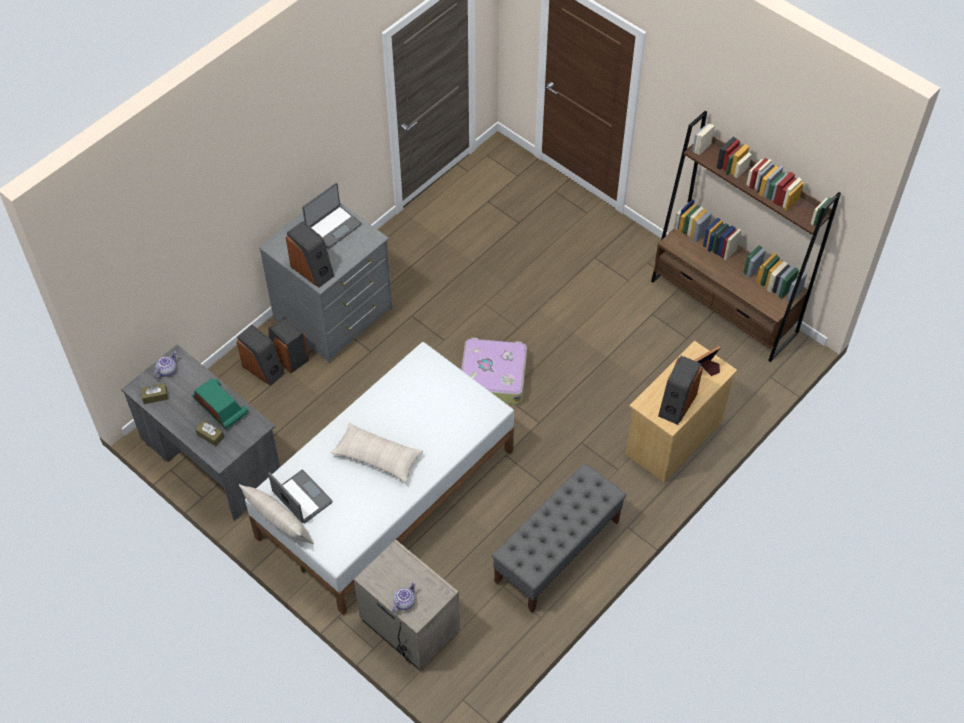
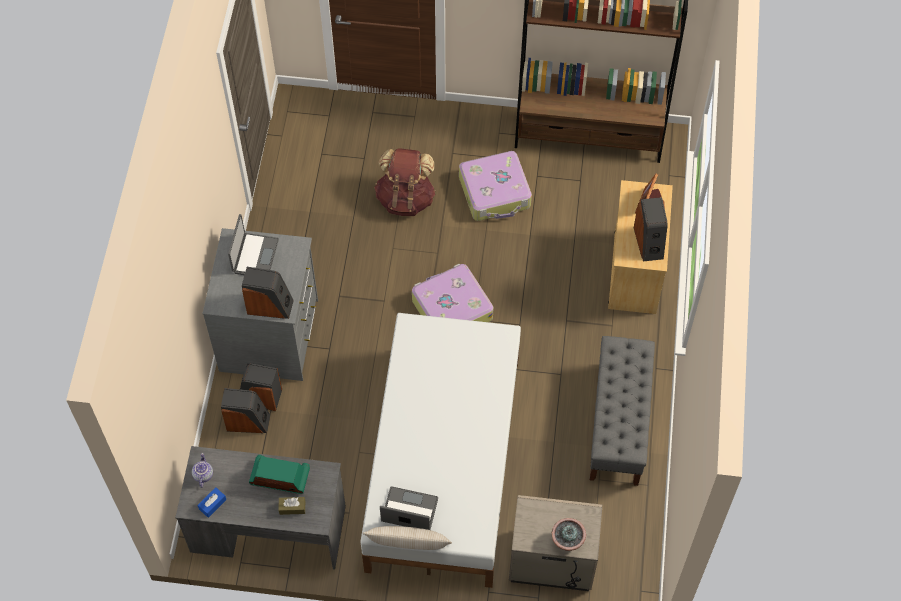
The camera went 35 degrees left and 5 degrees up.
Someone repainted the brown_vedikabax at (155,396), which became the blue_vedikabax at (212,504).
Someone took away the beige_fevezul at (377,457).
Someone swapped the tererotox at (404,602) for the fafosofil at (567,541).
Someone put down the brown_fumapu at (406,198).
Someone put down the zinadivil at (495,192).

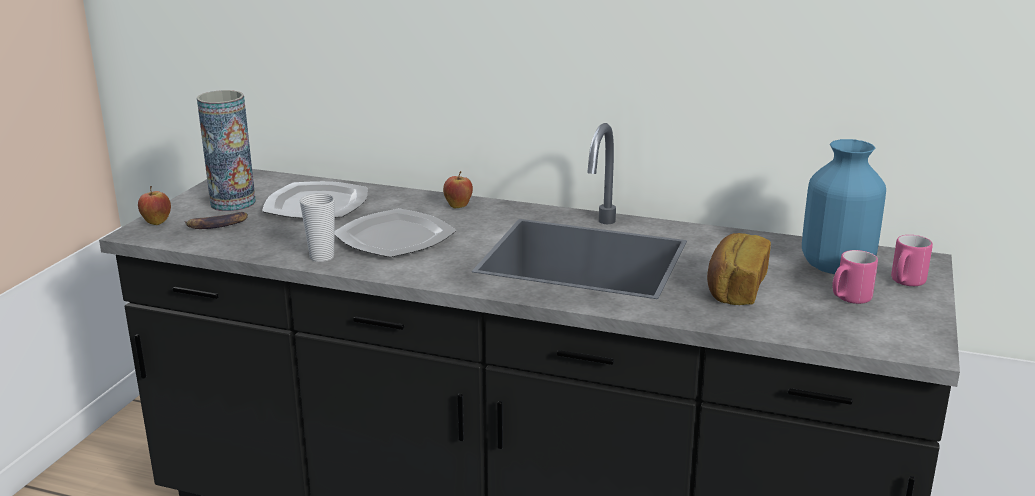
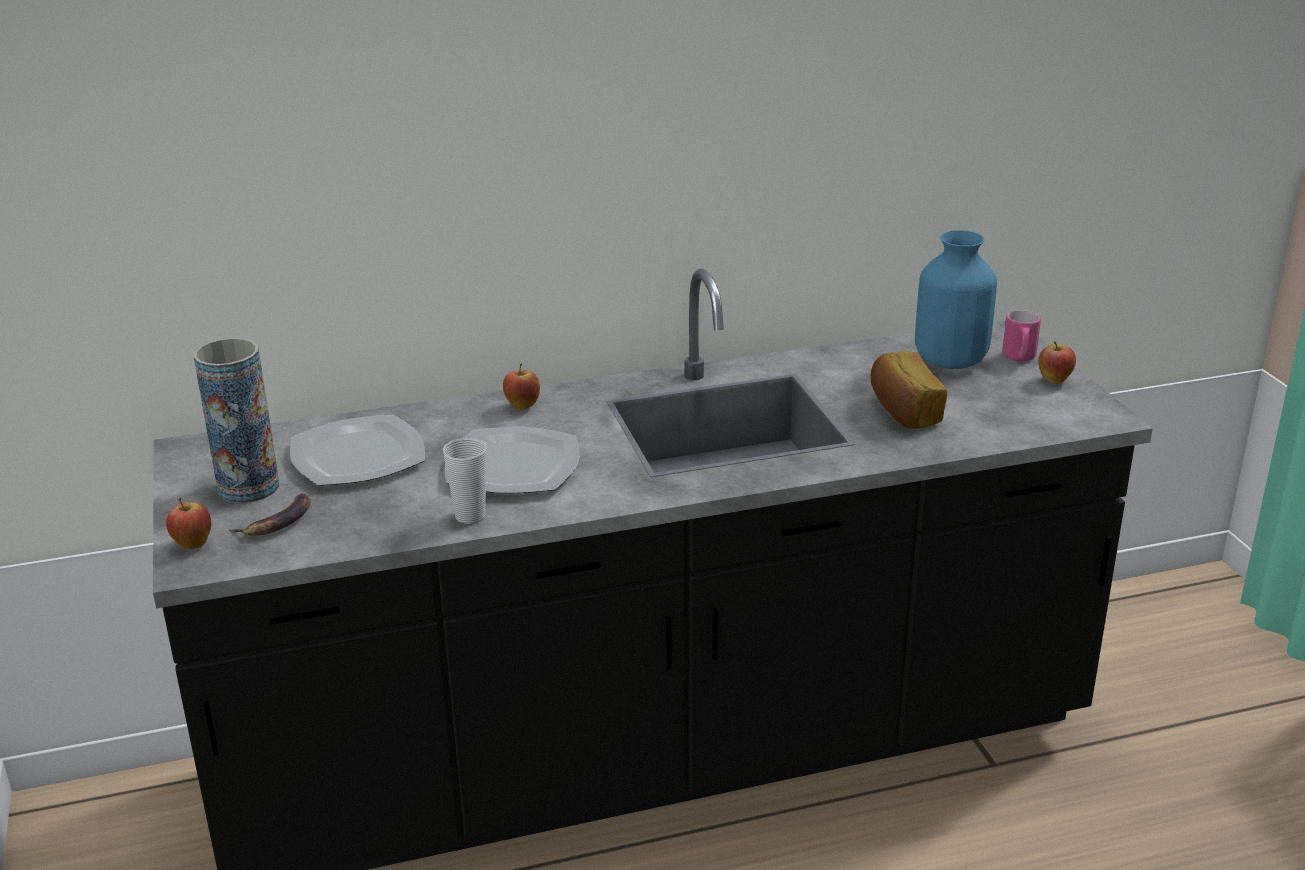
The camera went 35 degrees left and 5 degrees up.
Someone took away the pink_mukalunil at (849,299).
Someone put down the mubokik at (1054,381).

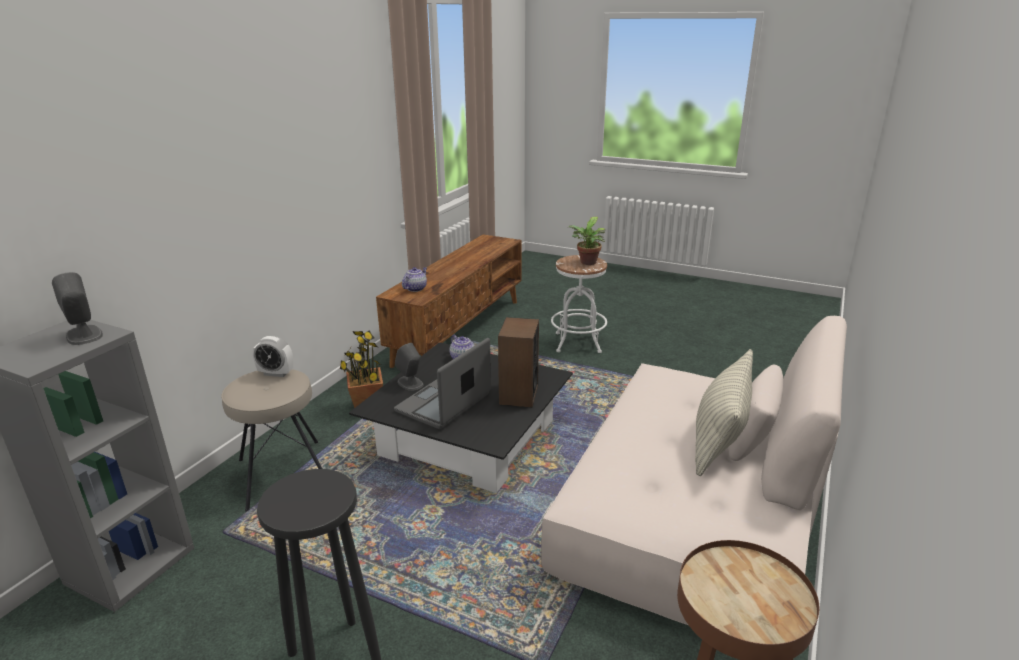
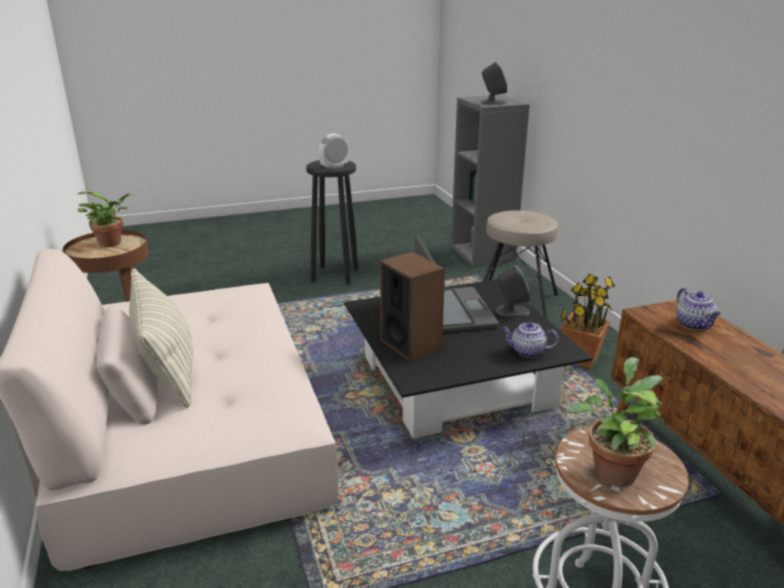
The camera went 135 degrees right and 0 degrees up.
Someone carried the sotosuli from (276,373) to (334,167).
Someone put down the fafosofil at (113,243).

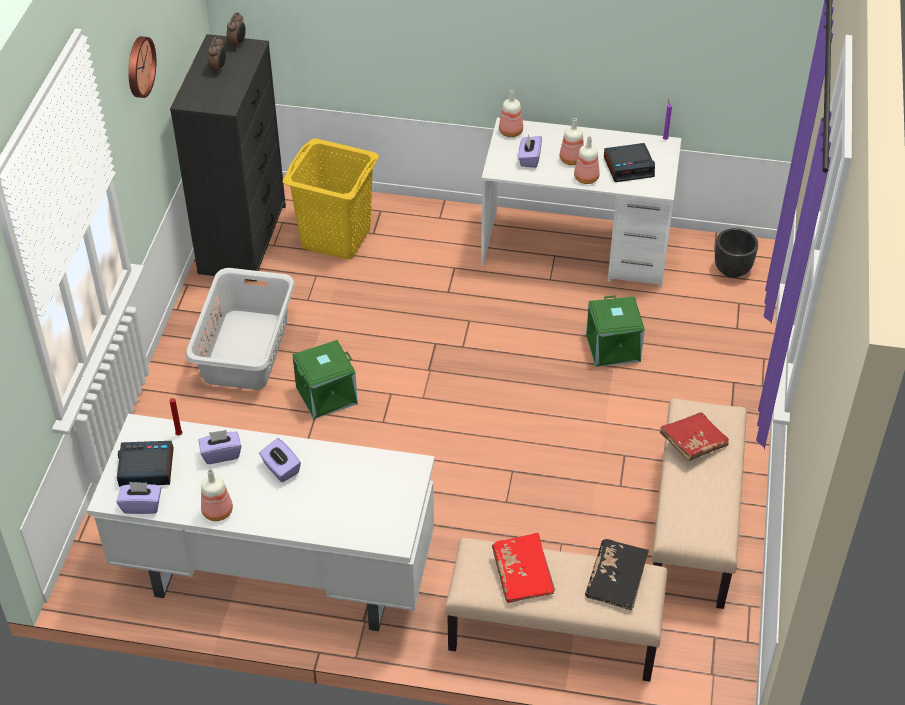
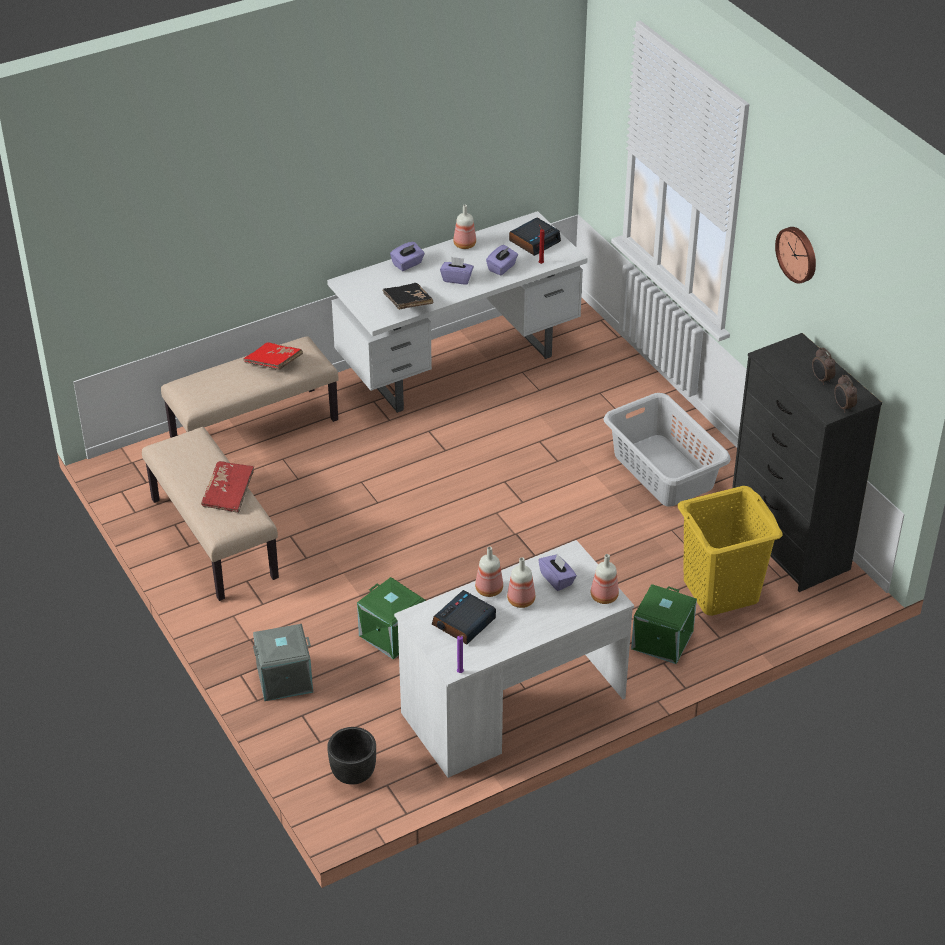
The camera went 140 degrees right and 5 degrees down.
Someone carried the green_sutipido from (326,394) to (663,641).
Someone carried the purple_vedikabax from (142,505) to (407,264).
Someone carried the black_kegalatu from (616,581) to (407,304).
Someone put down the grey_sutipido at (285,678).

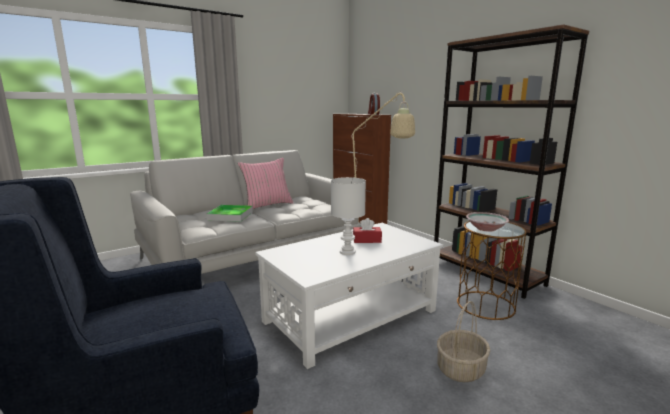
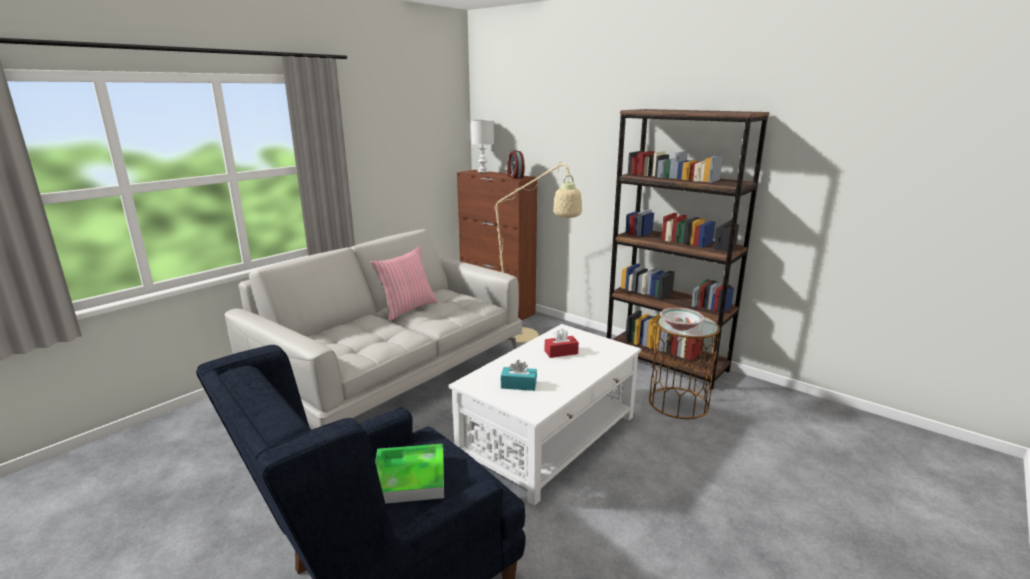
The camera went 15 degrees left and 5 degrees up.
Someone carried the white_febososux from (347,252) to (482,171).
Someone carried the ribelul from (230,216) to (409,477).
Someone took away the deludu at (461,369).
Someone put down the turquoise_vedikabax at (518,385).

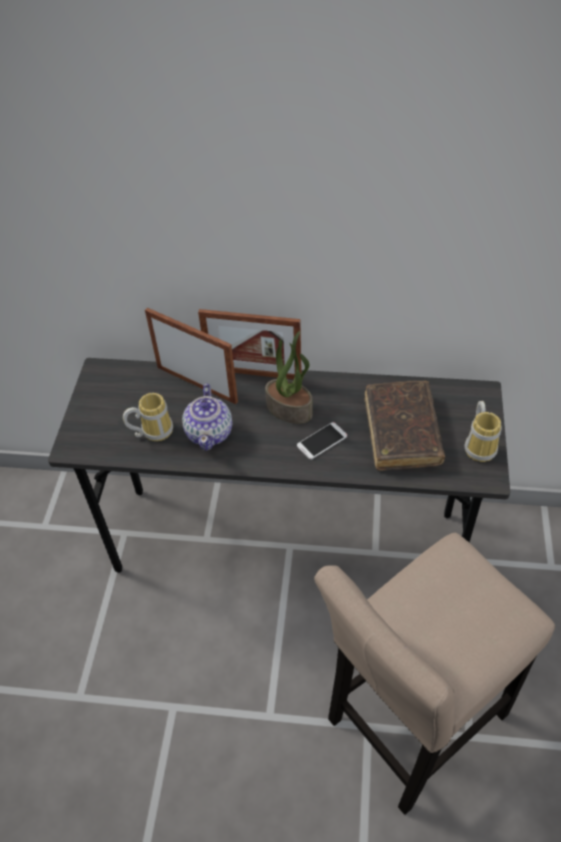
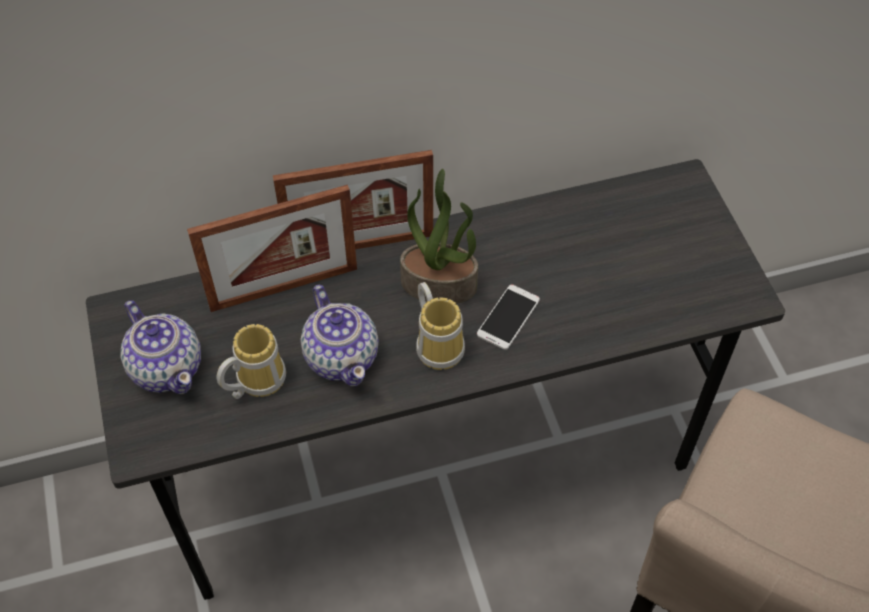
The camera went 25 degrees left and 5 degrees up.
Someone rotated the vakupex at (197,384) by 150 degrees clockwise.
Someone took away the brown_kegalatu at (402,432).
Someone carried the mukalunil from (480,446) to (439,344).
Someone put down the tererotox at (167,367).

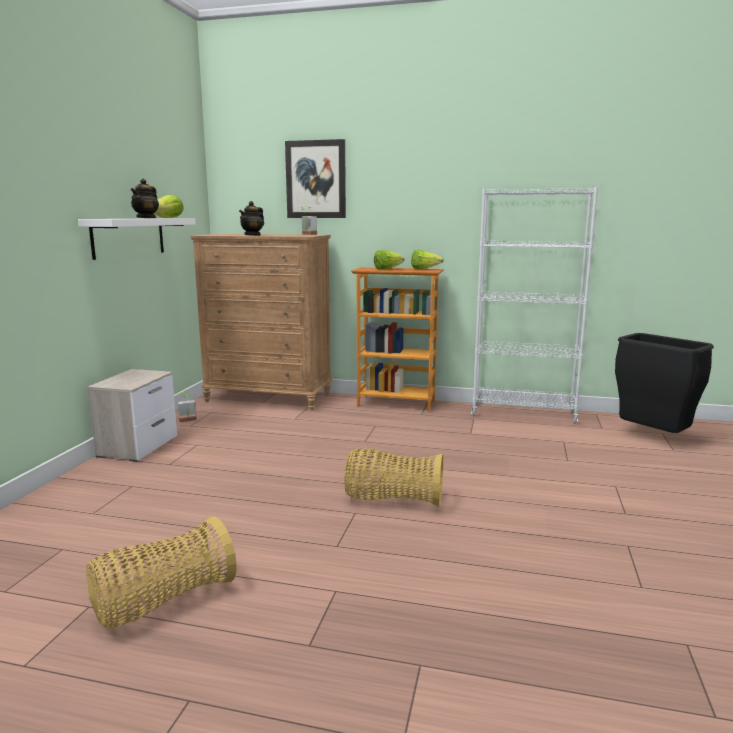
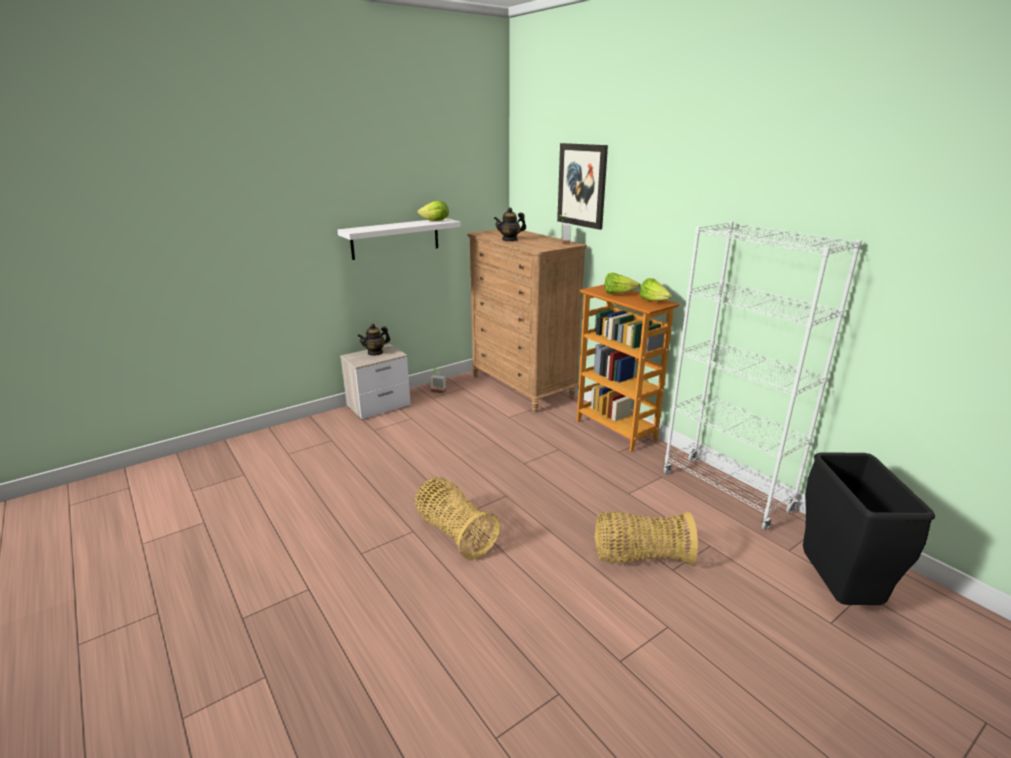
The camera went 40 degrees right and 10 degrees up.
Someone carried the tererotox from (146,218) to (375,352).
Someone carried the deludu from (163,602) to (640,557).

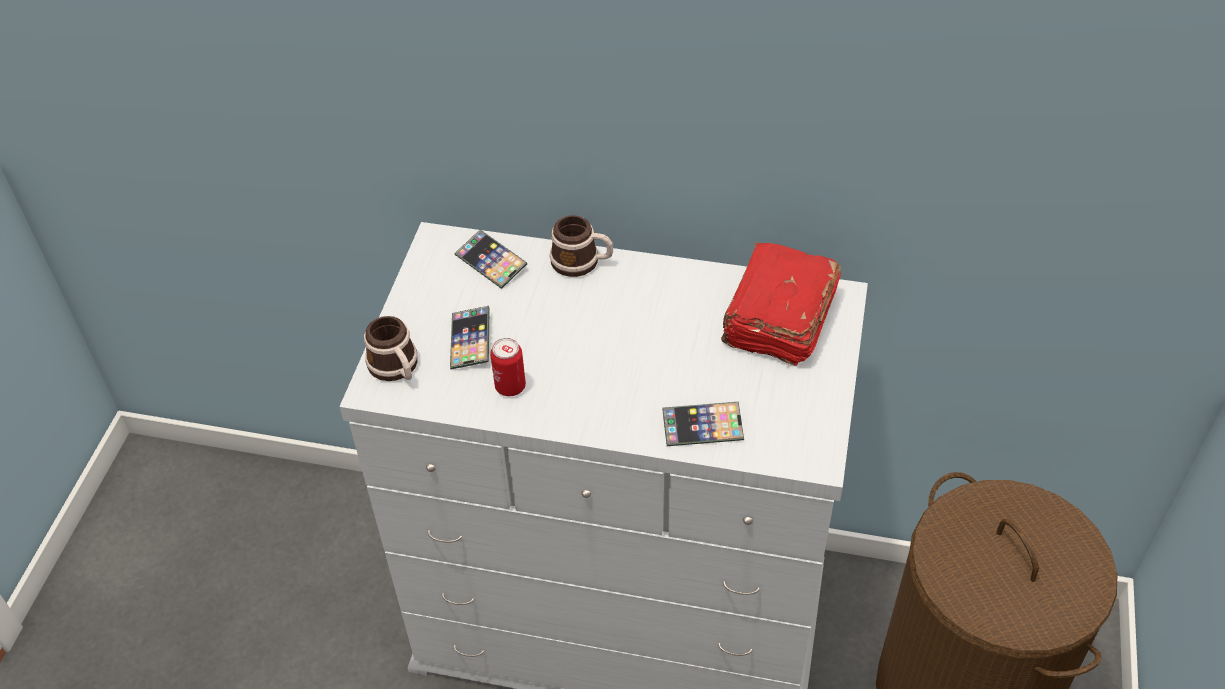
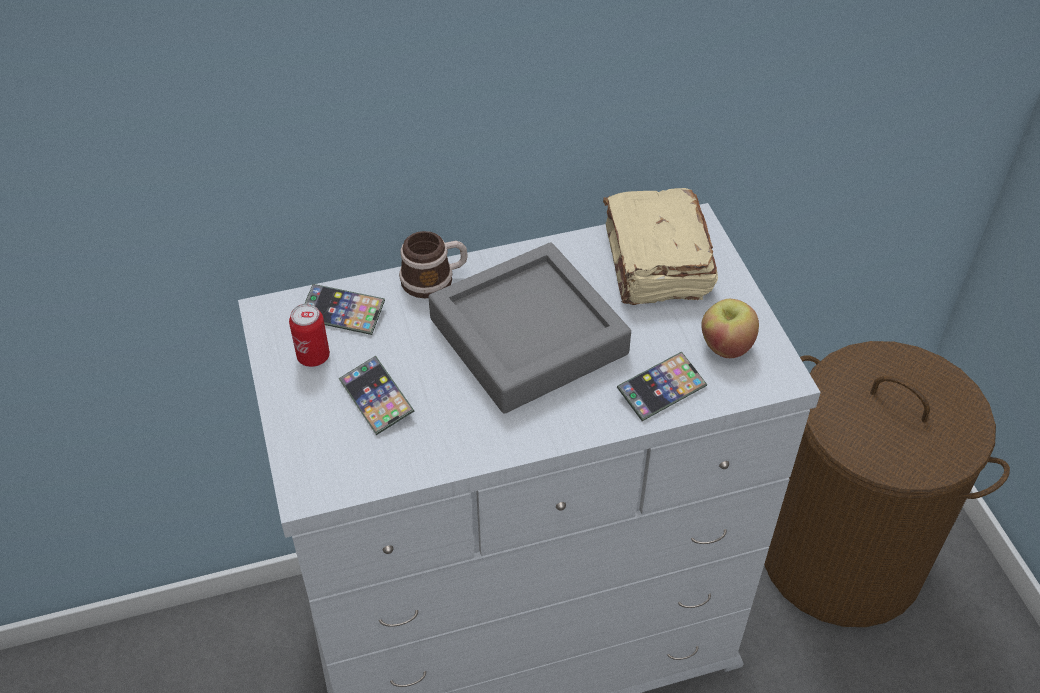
The camera went 30 degrees left and 0 degrees up.
Someone repainted the red_kegalatu at (777,319), which became the beige_kegalatu at (655,264).
Someone took away the mukalunil at (396,368).
Someone carried the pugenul from (510,386) to (313,356).
Someone put down the grey_ribelul at (528,336).
Someone put down the mubokik at (726,346).

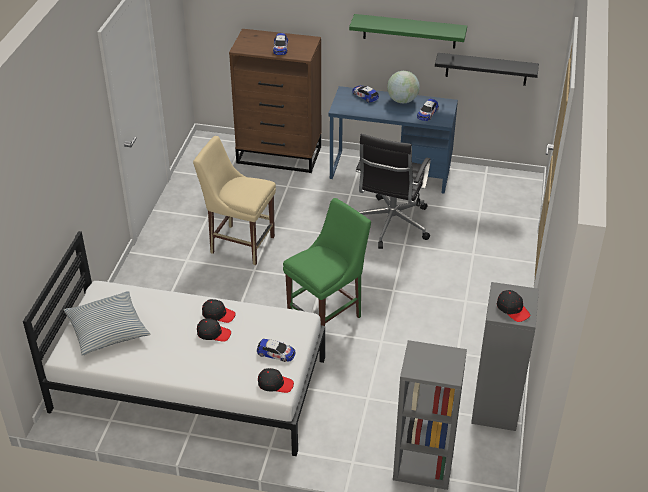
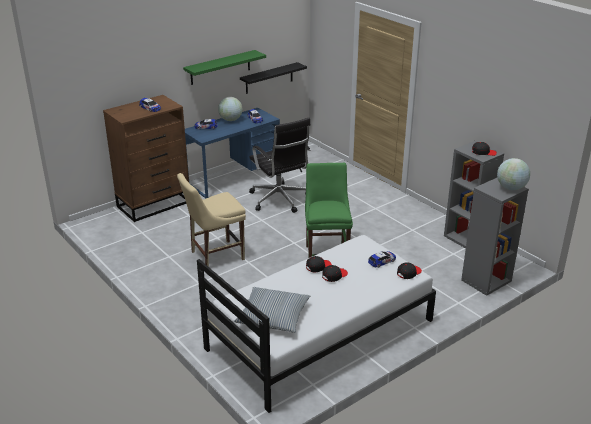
The camera went 50 degrees left and 10 degrees down.
Someone put down the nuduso at (511,188).

